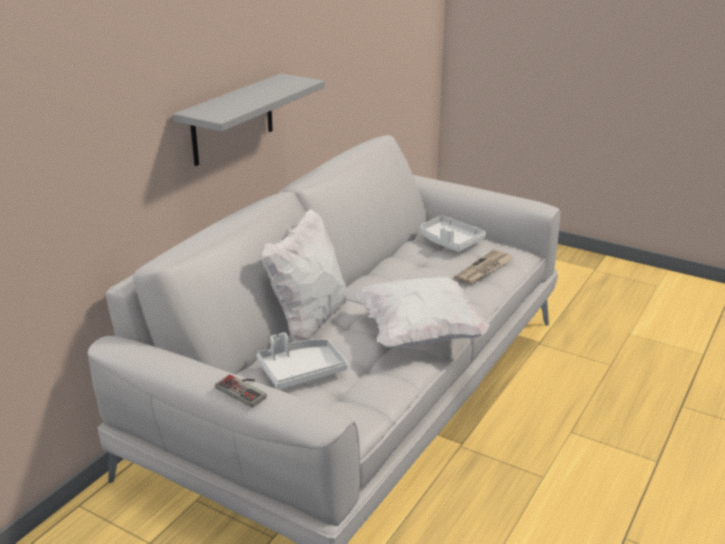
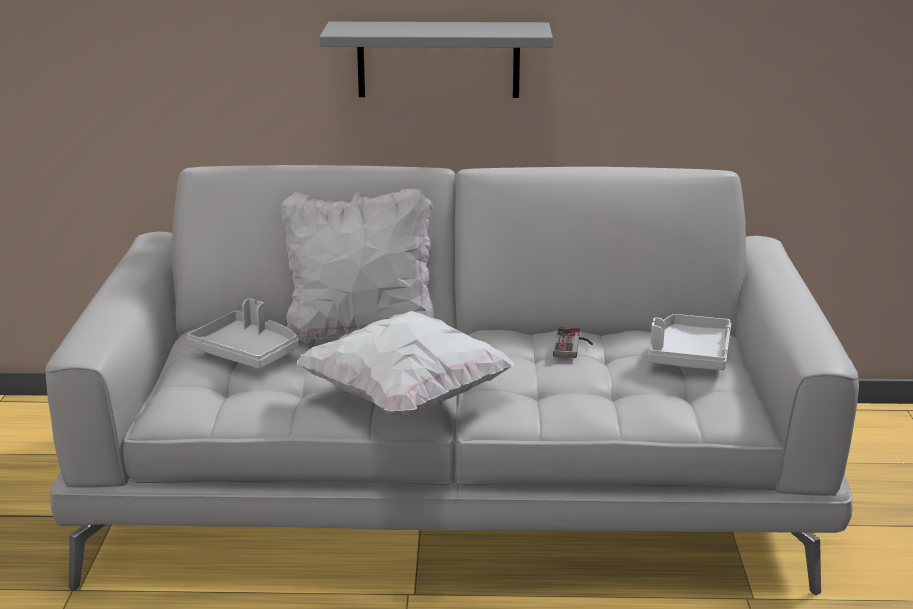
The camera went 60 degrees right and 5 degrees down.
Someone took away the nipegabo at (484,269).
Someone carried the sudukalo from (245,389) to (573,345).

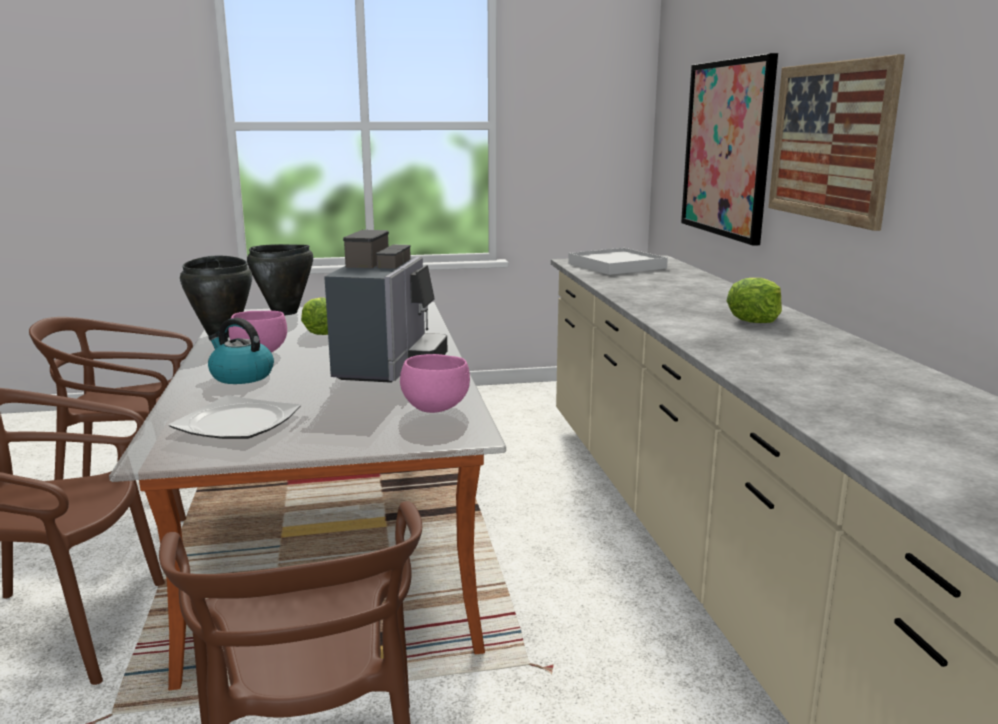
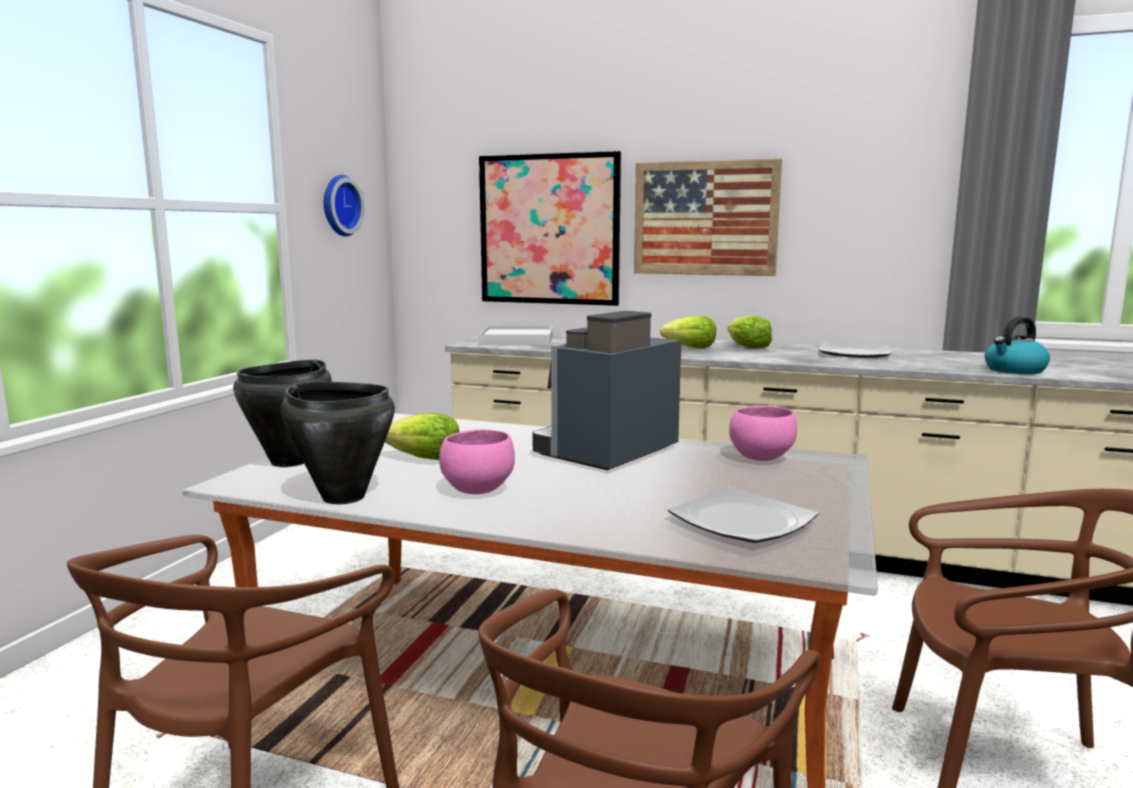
The camera went 60 degrees left and 5 degrees down.
Someone rotated the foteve at (389,365) by 90 degrees counterclockwise.
Someone carried the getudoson from (241,376) to (1014,370).
Someone put up the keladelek at (339,205).
Someone put down the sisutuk at (690,348).
Someone put down the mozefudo at (855,353).

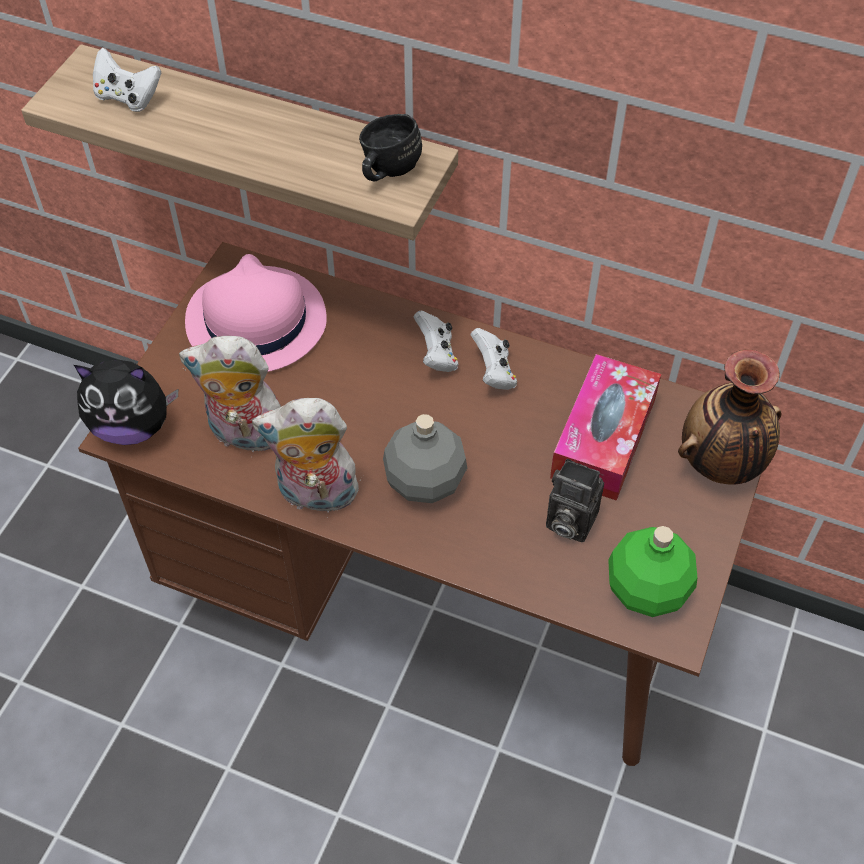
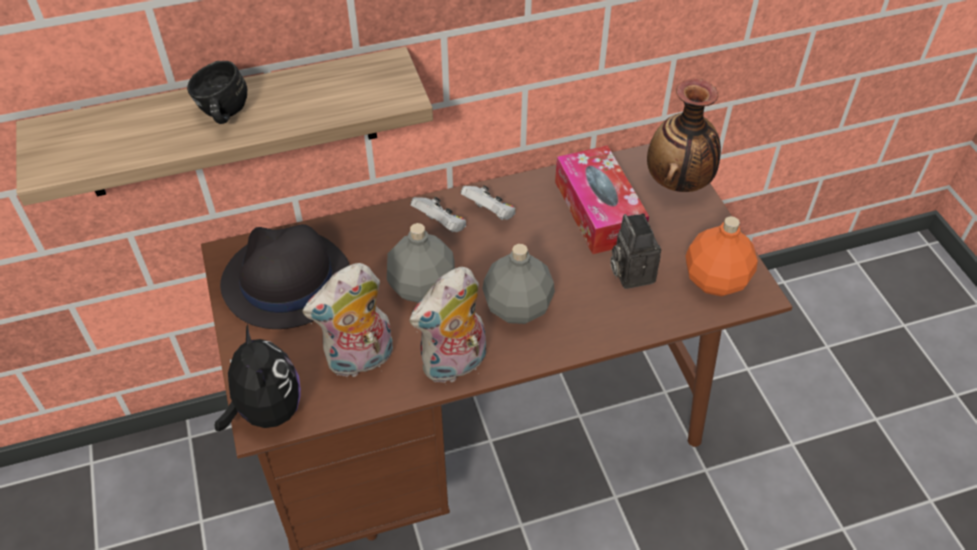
The camera went 40 degrees left and 5 degrees down.
Someone took away the white_sudukalo at (128,98).
Someone carried the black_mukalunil from (385,170) to (221,115).
Someone repainted the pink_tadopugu at (255,321), which became the black_tadopugu at (285,281).
Someone rotated the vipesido at (132,426) by 75 degrees counterclockwise.
Someone rotated the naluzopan at (567,521) by 90 degrees clockwise.
Someone repainted the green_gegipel at (648,590), which became the orange_gegipel at (716,280).
Someone put down the grey_gegipel at (423,286).

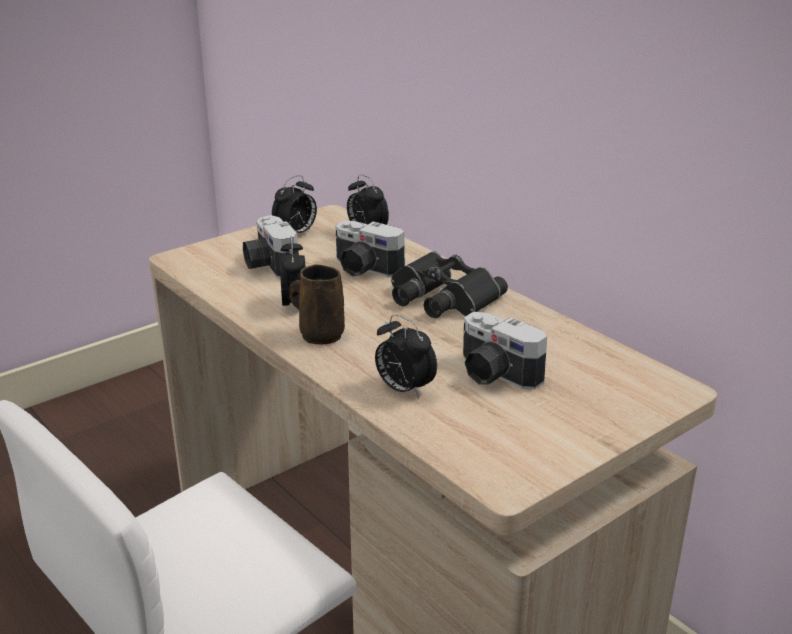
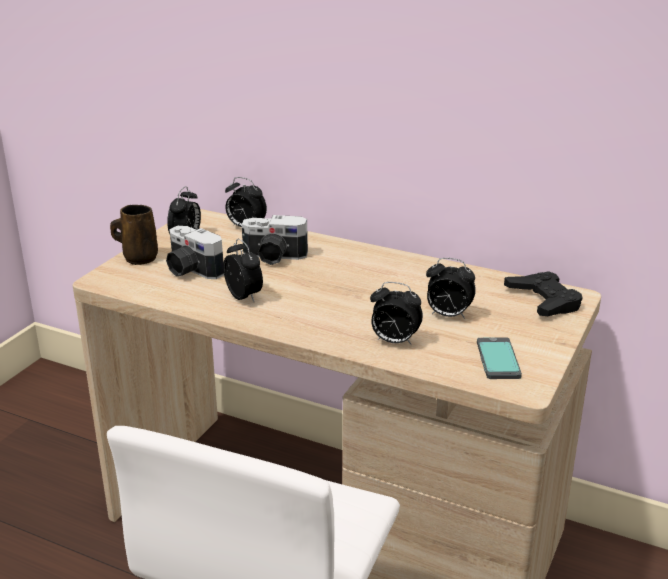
The camera went 25 degrees left and 0 degrees up.
Someone took away the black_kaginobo at (440,297).
Someone carried the brown_mukalunil from (319,334) to (138,258).
Someone swapped the naluzopan at (494,375) for the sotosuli at (447,315).
Someone put down the black_sudukalo at (544,300).
Someone put down the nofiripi at (497,359).

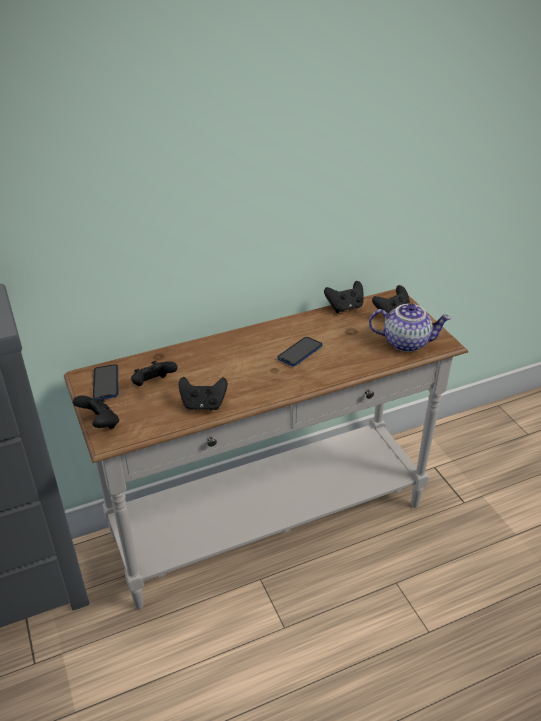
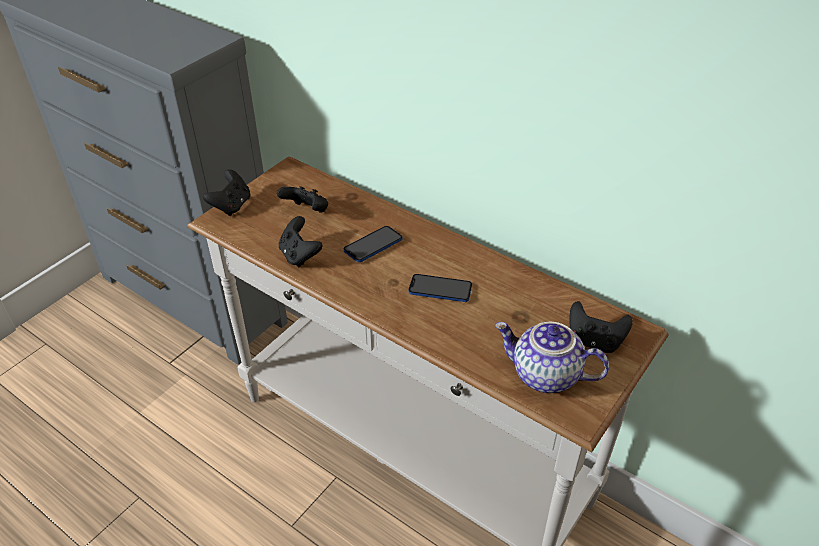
The camera went 60 degrees right and 5 degrees up.
Someone took away the black_sudukalo at (345,307).
Someone rotated the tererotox at (406,342) by 135 degrees clockwise.
Someone carried the nofiripi from (106,383) to (373,245).

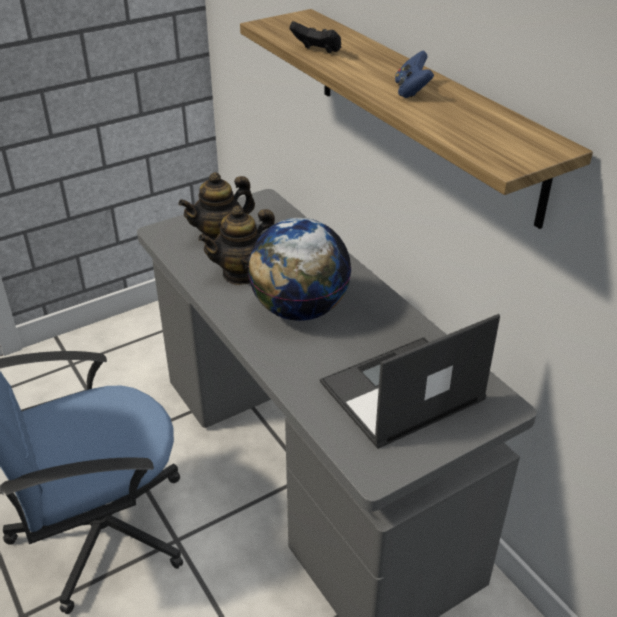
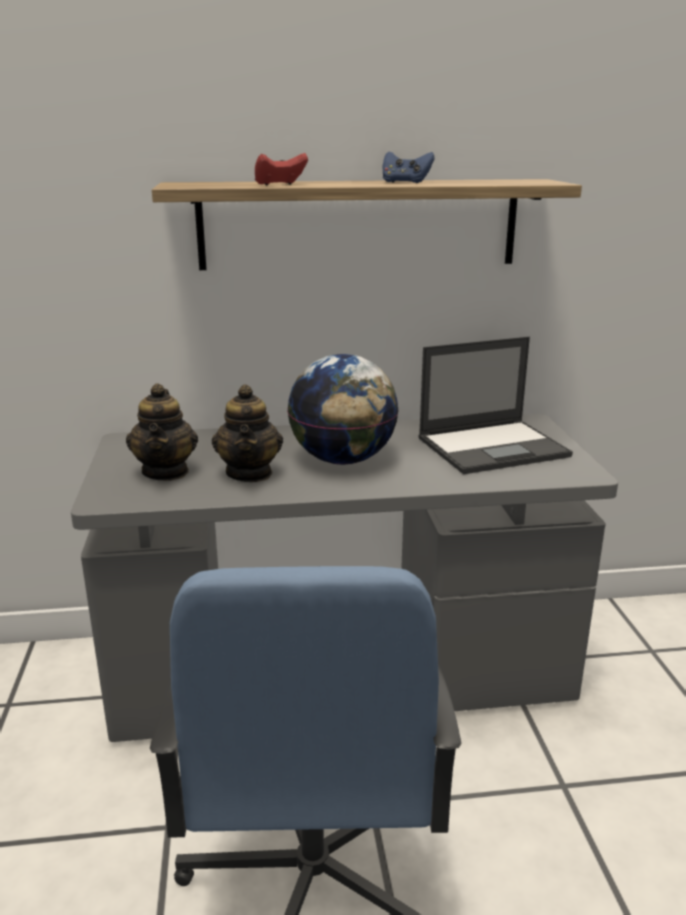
The camera went 65 degrees left and 15 degrees down.
Someone repainted the black_sudukalo at (317,51), which became the red_sudukalo at (279,185).
Someone rotated the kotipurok at (400,392) by 105 degrees counterclockwise.

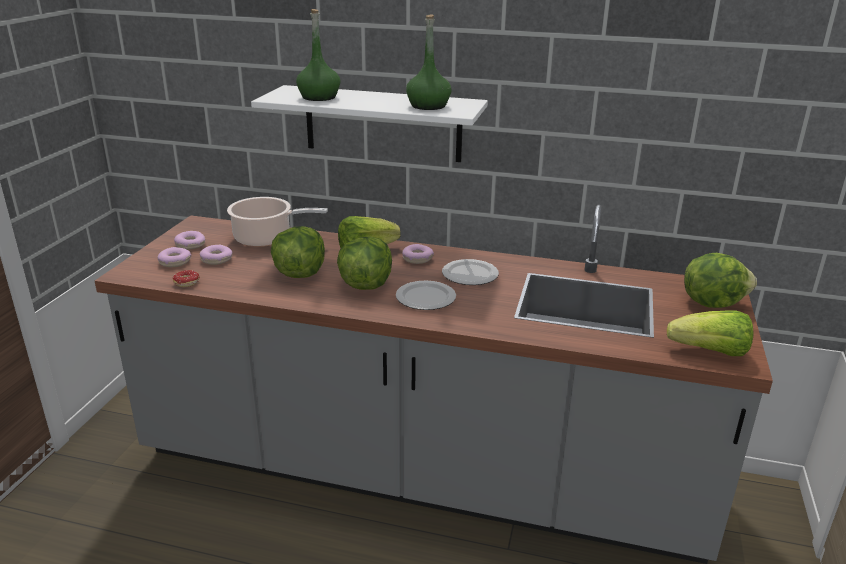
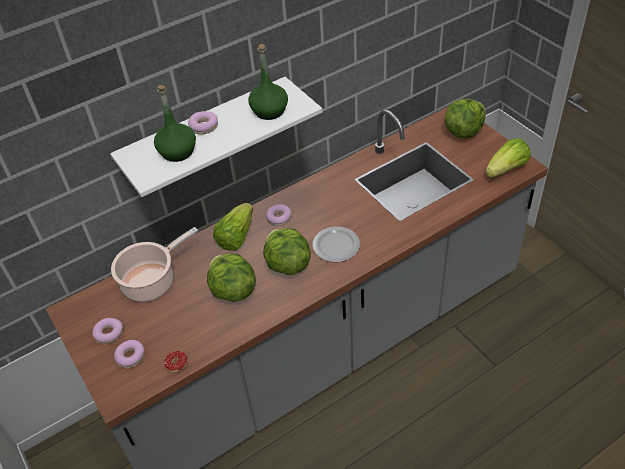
The camera went 45 degrees left and 20 degrees up.
Someone carried the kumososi from (216,259) to (204,126).
Someone took away the mozefudo at (469,274).

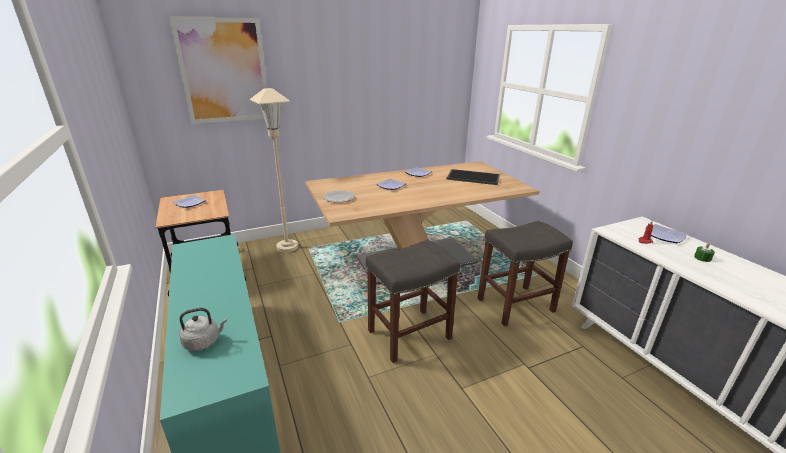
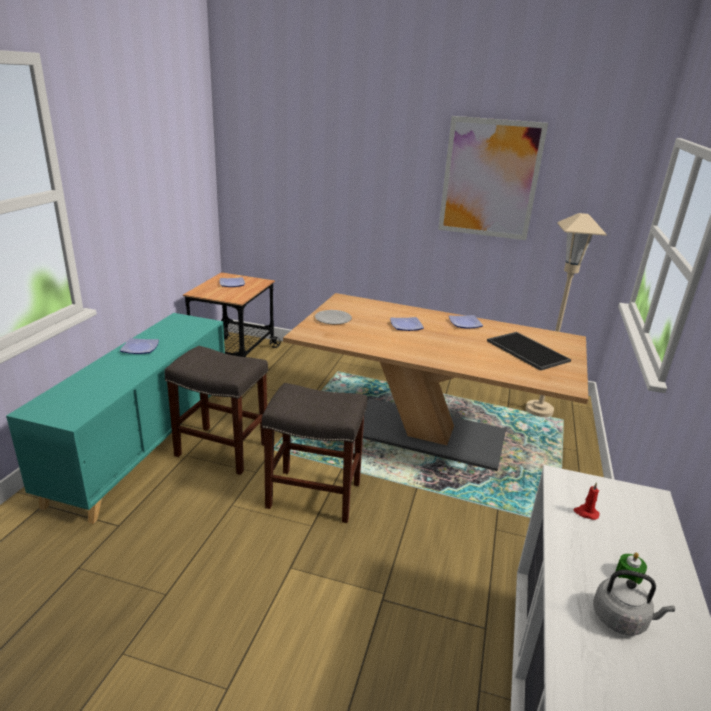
The camera went 40 degrees right and 0 degrees up.
Someone carried the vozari from (224,71) to (490,179).
Someone carried the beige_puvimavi from (287,247) to (539,410).
Someone carried the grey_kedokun from (515,305) to (221,449).
Someone carried the mozefudo from (665,236) to (140,348).
Someone carried the grey_getudoson from (204,342) to (622,619).

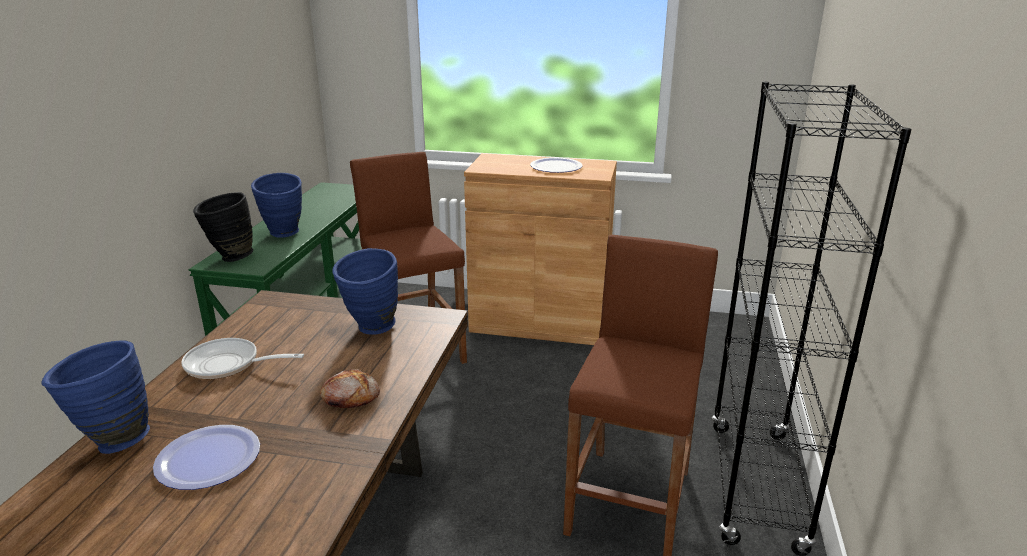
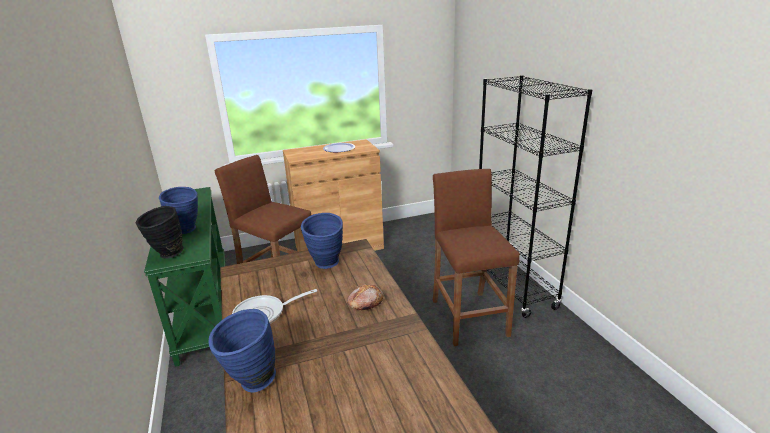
The camera went 30 degrees left and 0 degrees up.
Someone took away the mozefudo at (208,459).

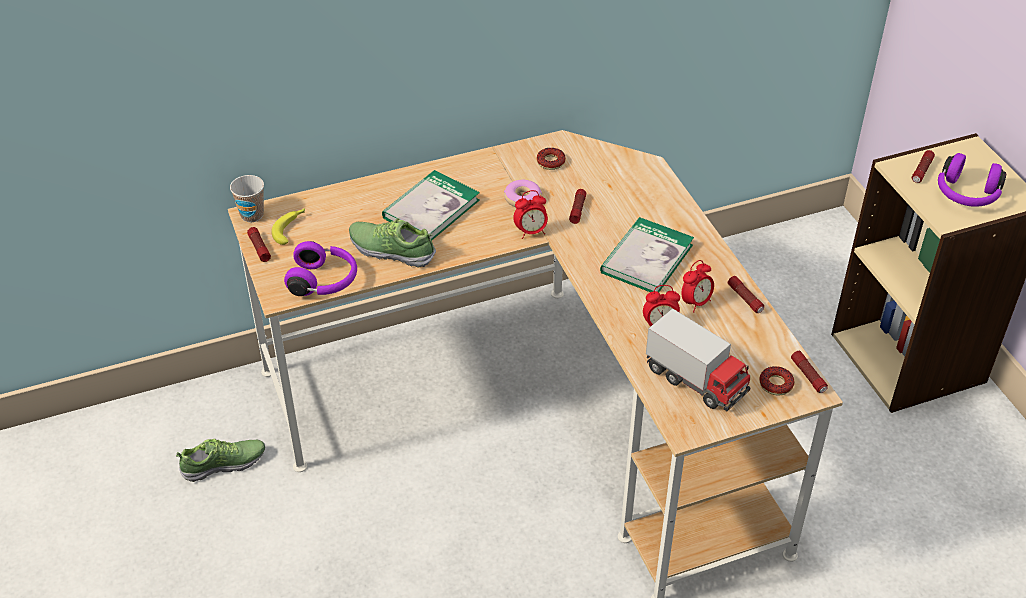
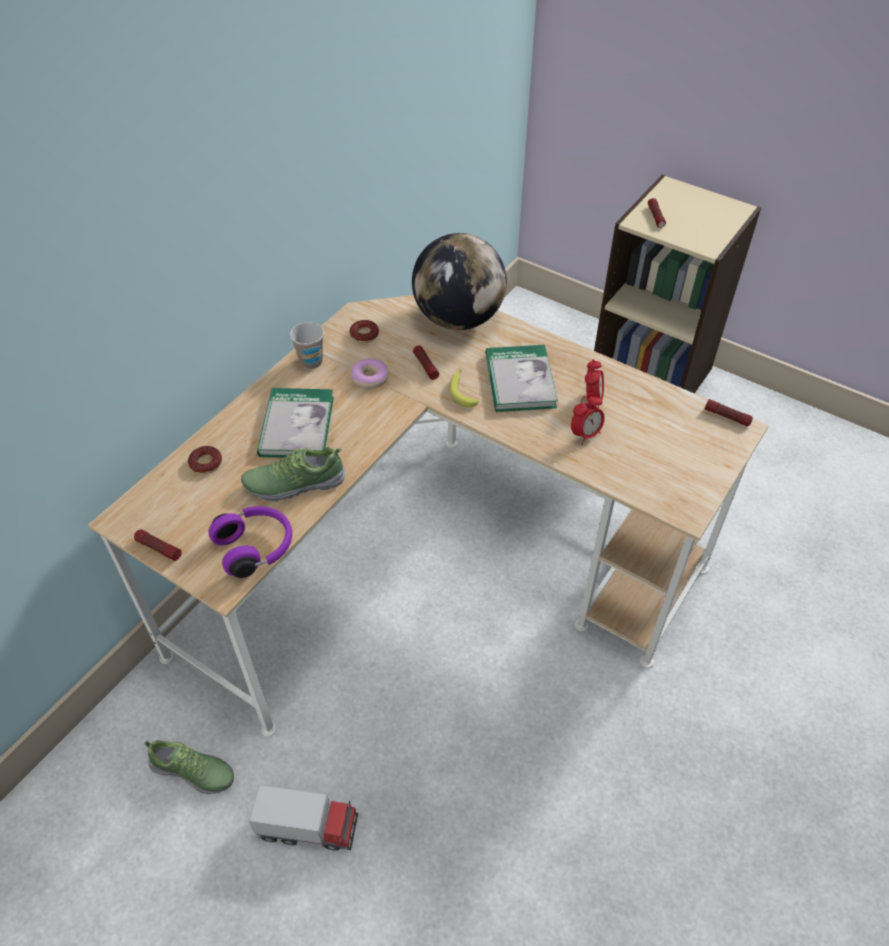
The camera went 35 degrees left and 5 degrees up.
Someone took away the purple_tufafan at (966,195).
Someone carried the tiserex from (252,215) to (311,362).
Someone took away the sotosuli at (531,232).
Someone carried the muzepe from (291,228) to (462,390).
Someone took away the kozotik at (745,299).
Someone carried the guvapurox from (696,381) to (308,828).
Someone carried the kumososi from (776,384) to (206,463).
Someone rotated the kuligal at (224,464) by 75 degrees clockwise.
Someone put down the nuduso at (458,319).

